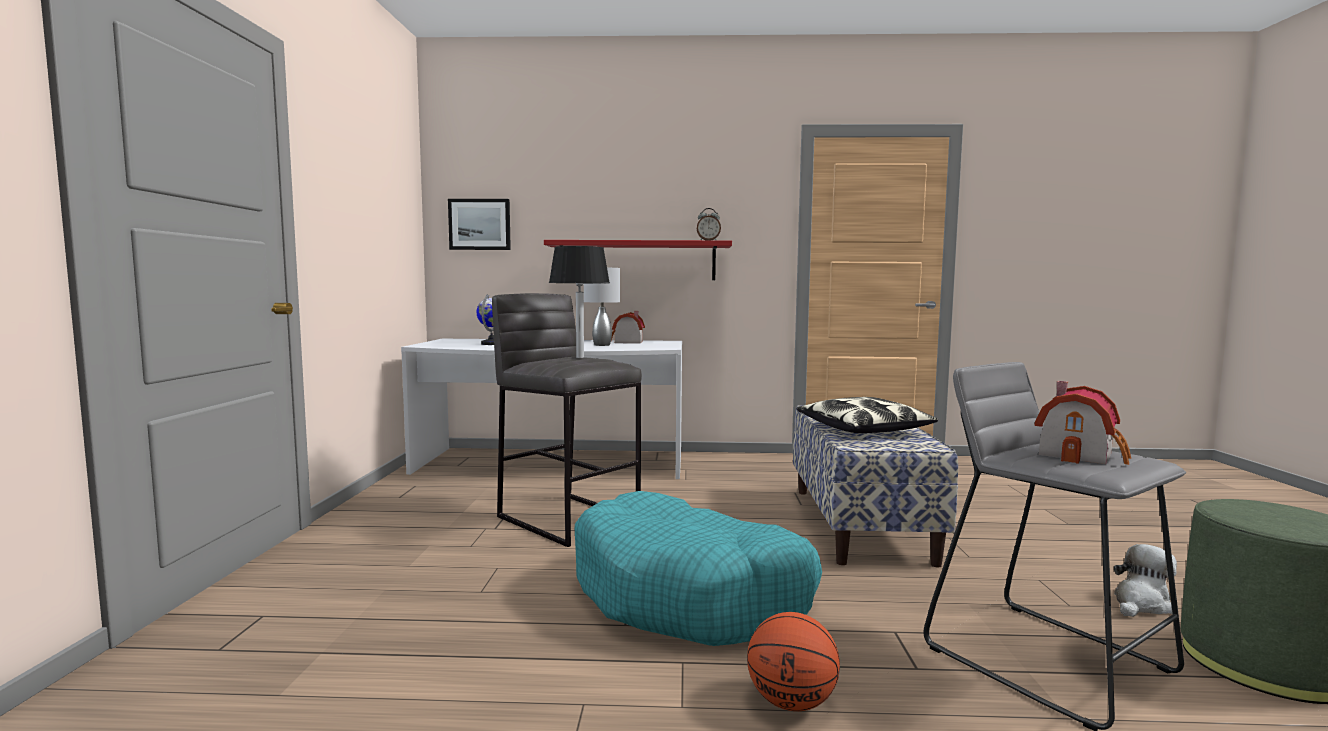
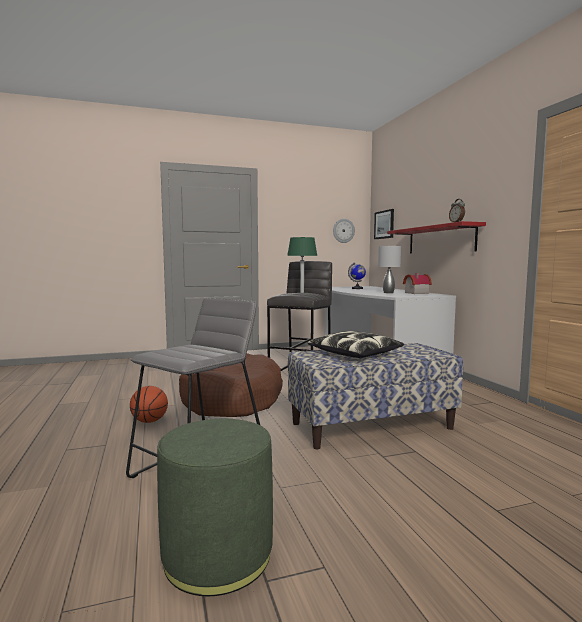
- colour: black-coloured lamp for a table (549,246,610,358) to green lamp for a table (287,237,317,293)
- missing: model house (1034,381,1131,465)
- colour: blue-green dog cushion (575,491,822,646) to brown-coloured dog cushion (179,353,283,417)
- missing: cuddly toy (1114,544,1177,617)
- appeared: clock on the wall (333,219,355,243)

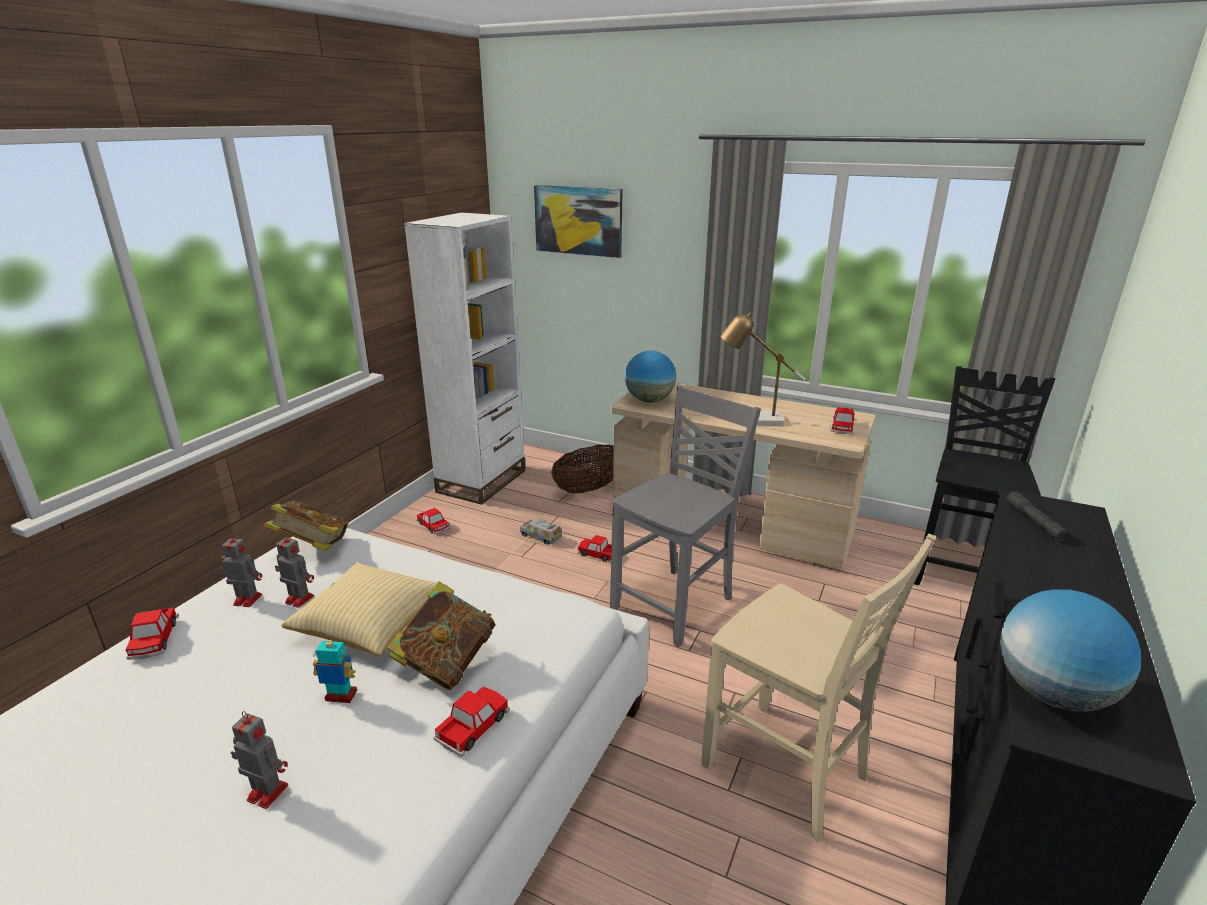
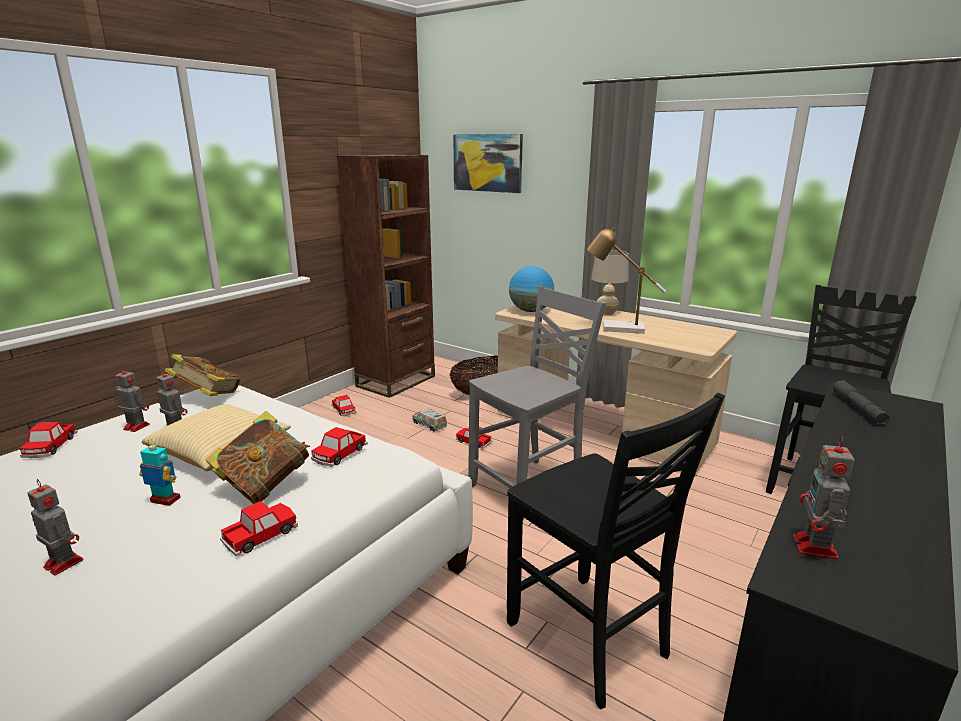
- colour: white bookcase (404,213,525,505) to brown-coloured bookcase (337,155,435,398)
- relocated: toy car (831,407,855,434) to (311,427,368,467)
- colour: beige upright chair (701,533,936,843) to black-coloured upright chair (507,393,725,709)
- exchanged: world globe (1000,589,1141,712) to toy robot (793,436,854,559)
- appeared: beige lamp for a table (591,250,629,315)

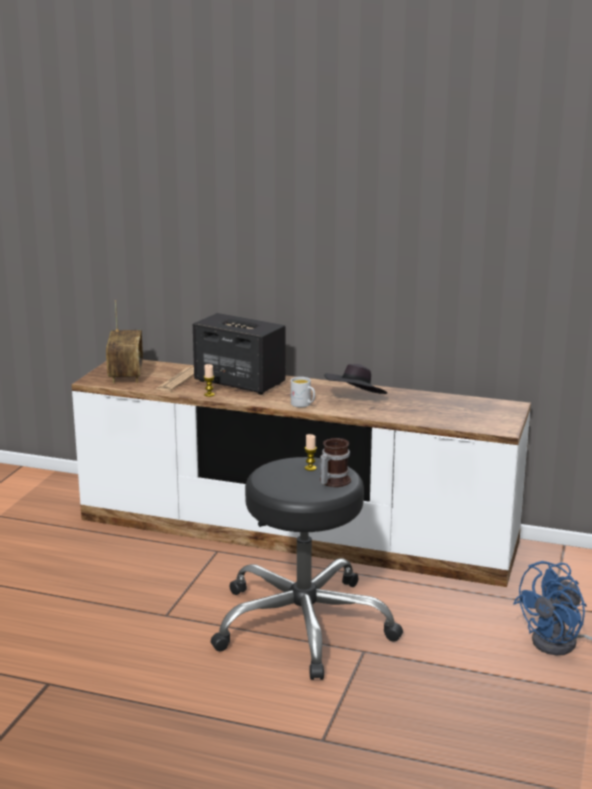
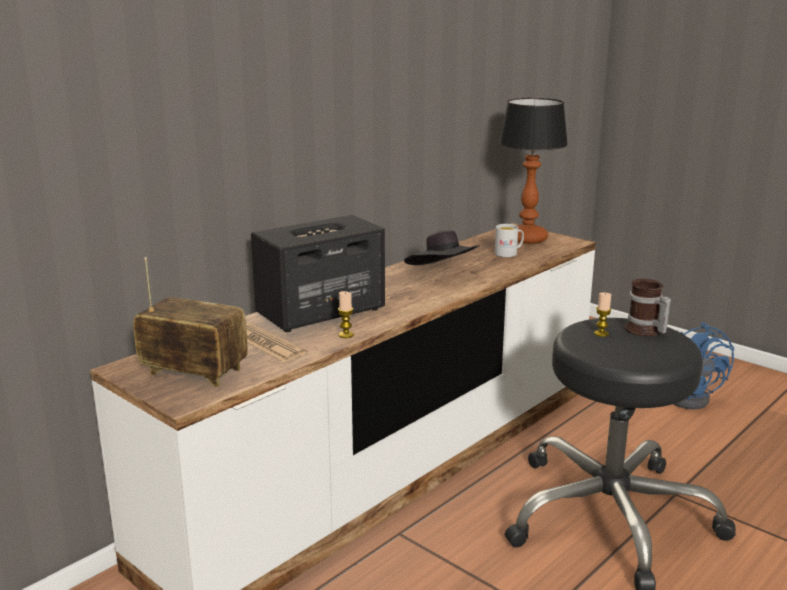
- relocated: white mug (291,377,315,407) to (495,224,524,257)
- appeared: lamp for a table (499,98,568,244)

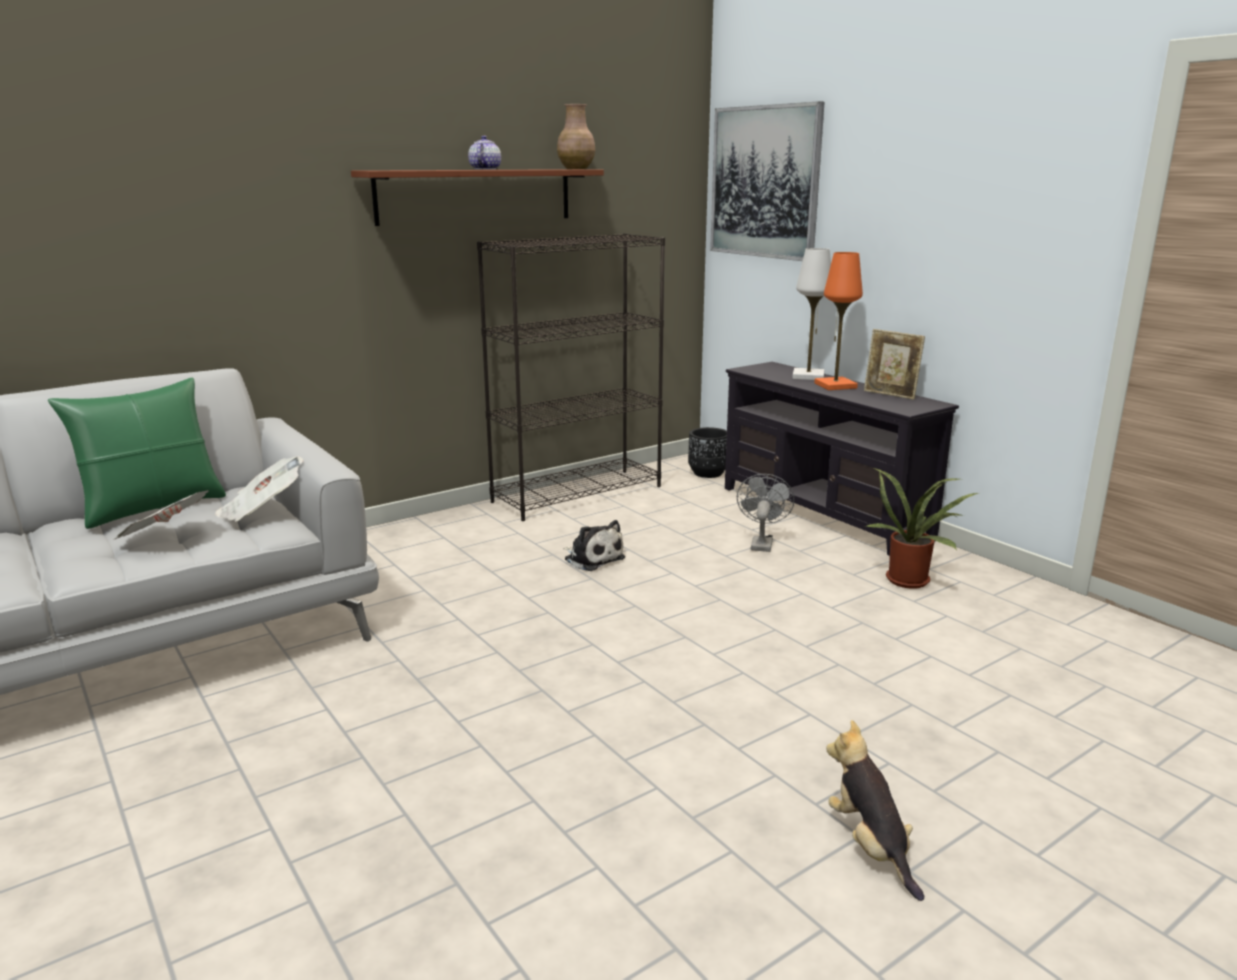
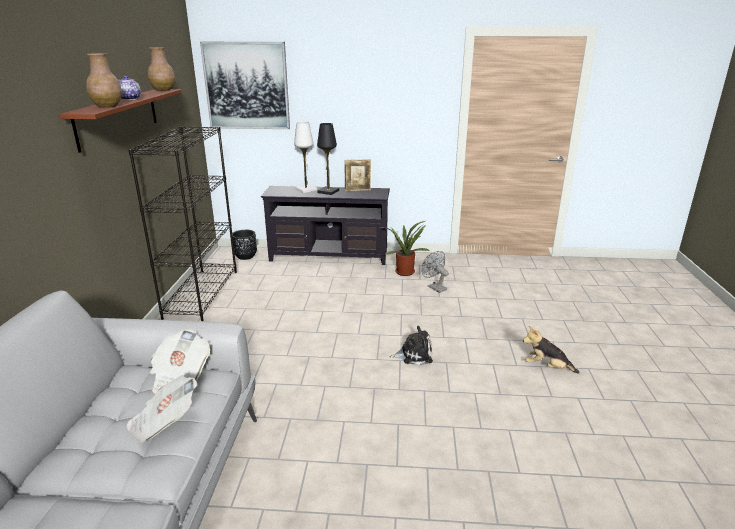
- colour: orangey lamp for a table (814,252,863,390) to black-coloured lamp for a table (317,123,339,195)
- missing: green cushion (48,377,226,529)
- relocated: gray fan (737,474,795,552) to (422,251,449,293)
- relocated: cuddly toy (563,520,625,571) to (389,326,433,365)
- appeared: brown-coloured decorative vase (86,53,122,108)

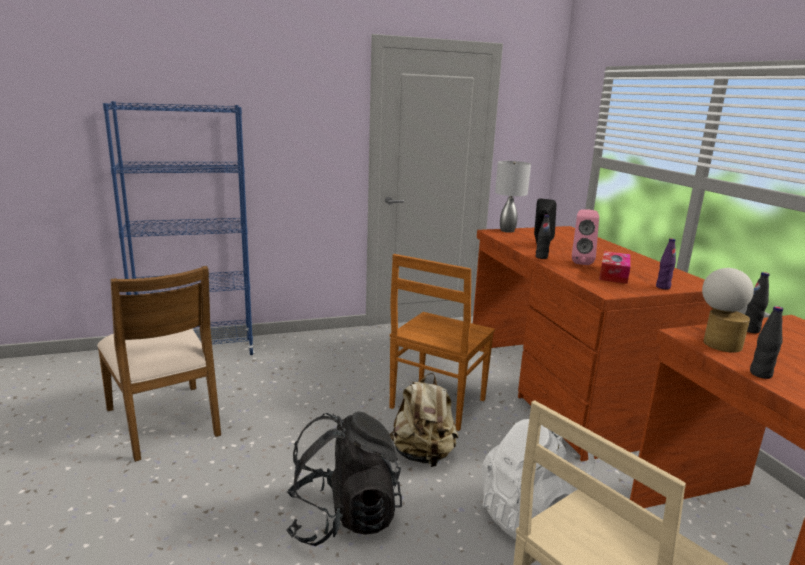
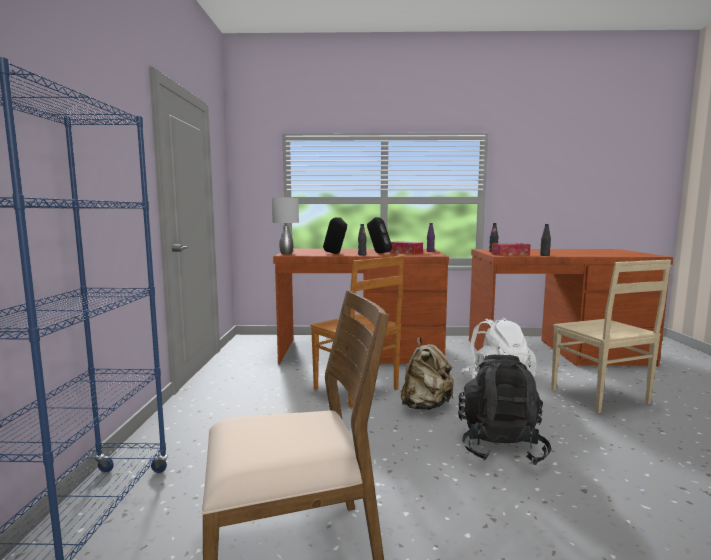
- colour: pinkish loudspeaker (572,209,599,265) to black-coloured loudspeaker (367,217,392,253)
- exchanged: lamp for a table (702,268,754,353) to box of tissues (492,243,531,256)

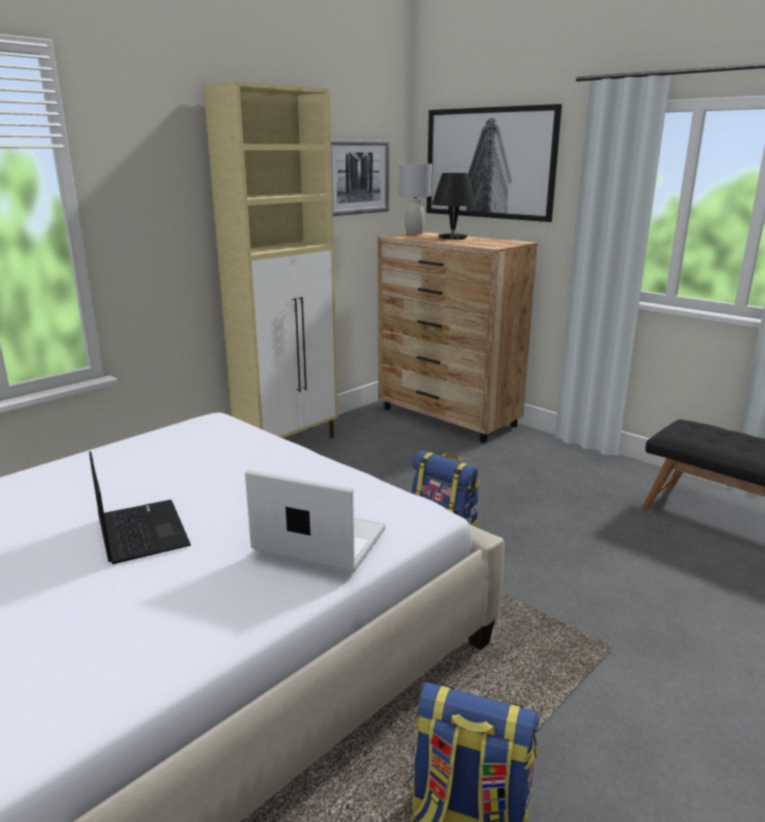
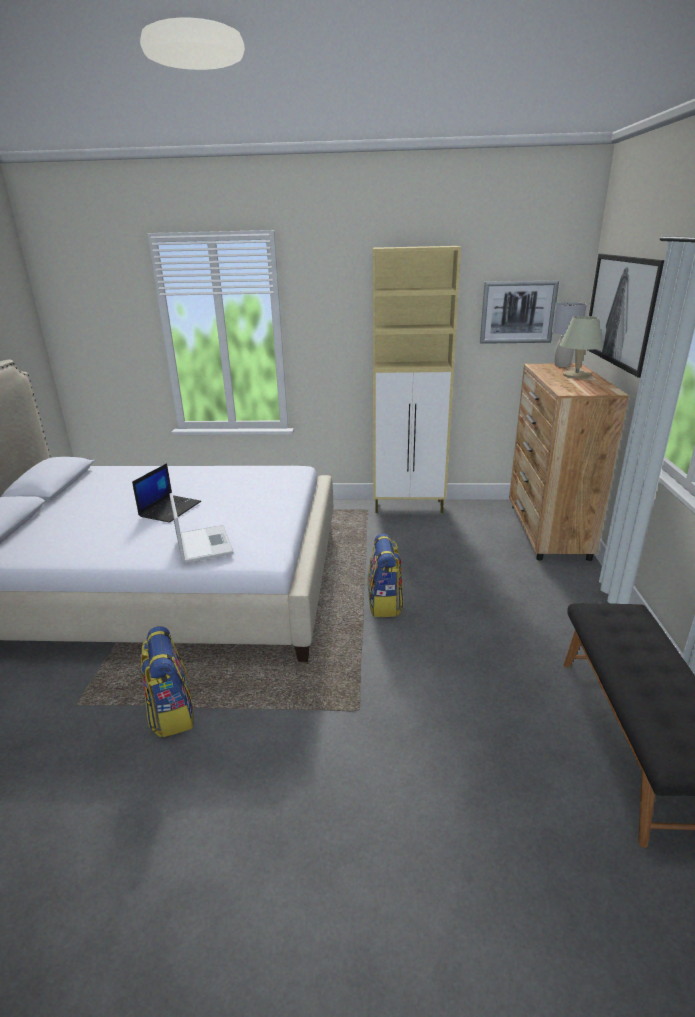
- colour: black-coloured lamp for a table (432,173,476,239) to beige lamp for a table (560,316,603,378)

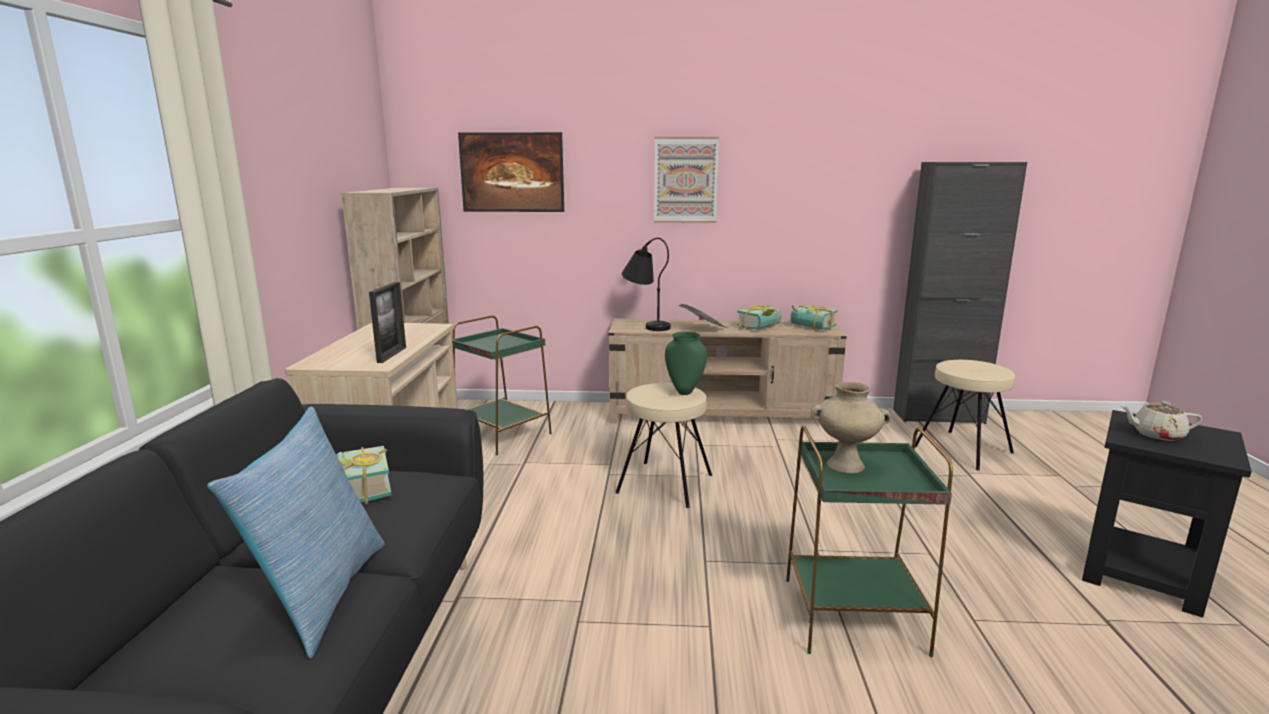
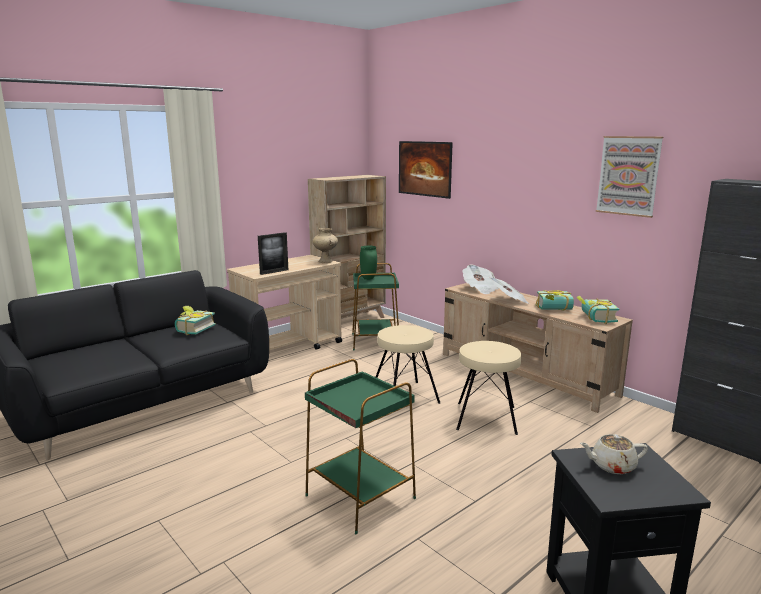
- relocated: picture (654,137,719,223) to (596,136,663,218)
- exchanged: black-coloured lamp for a table (622,238,671,331) to printed paper (462,265,499,294)
- relocated: green decorative vase (665,332,707,395) to (360,246,377,280)
- relocated: beige stool seat (915,360,1015,471) to (456,341,521,435)
- relocated: beige decorative vase (811,382,891,473) to (312,228,338,263)
- spun: beige tea pot (1121,401,1202,441) = (580,434,648,474) 60 degrees counterclockwise
- missing: cushion (207,407,385,659)

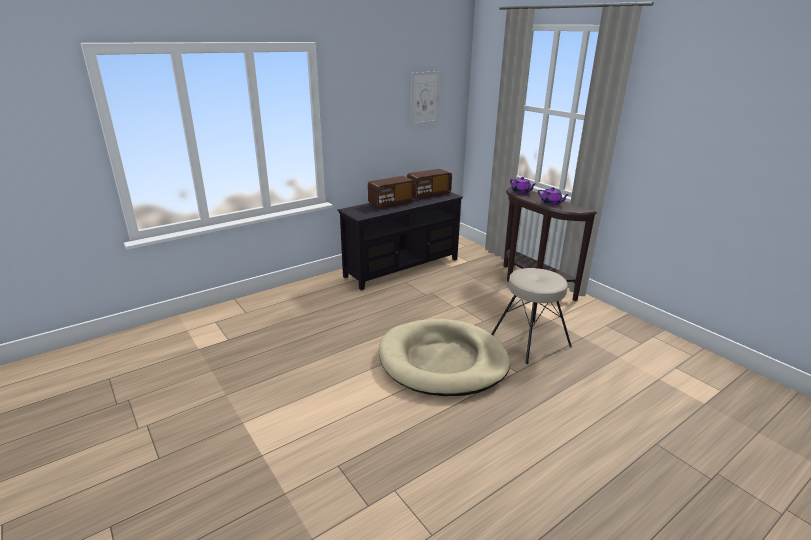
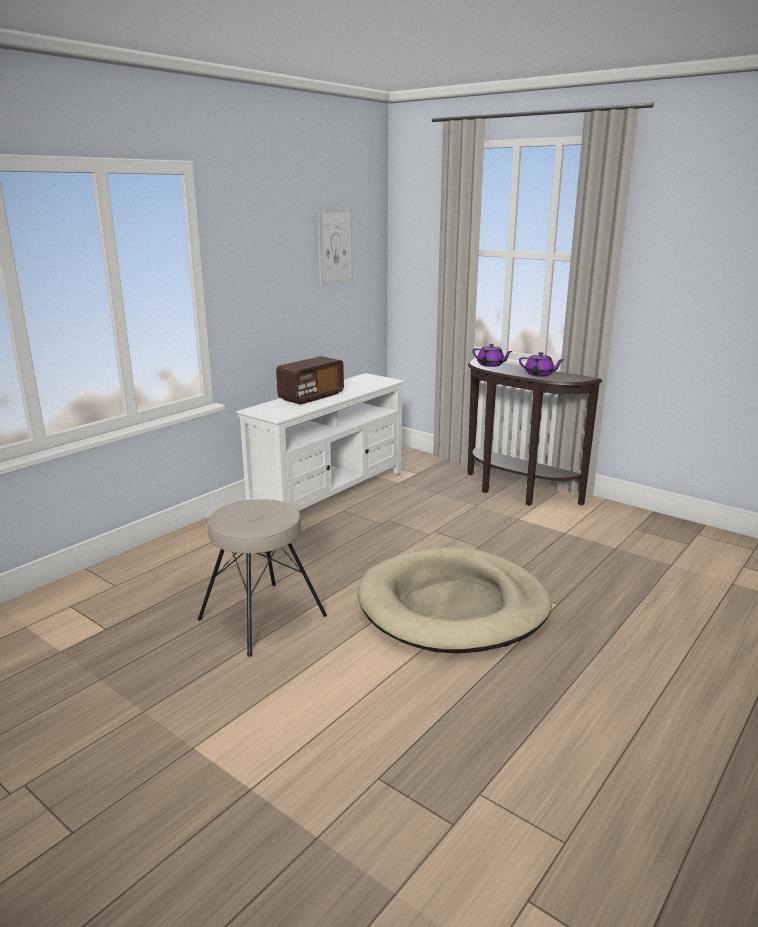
- missing: radio set (407,169,452,199)
- colour: black-coloured media console (337,192,463,290) to white media console (236,373,404,511)
- relocated: beige stool seat (492,268,572,364) to (198,499,327,657)

